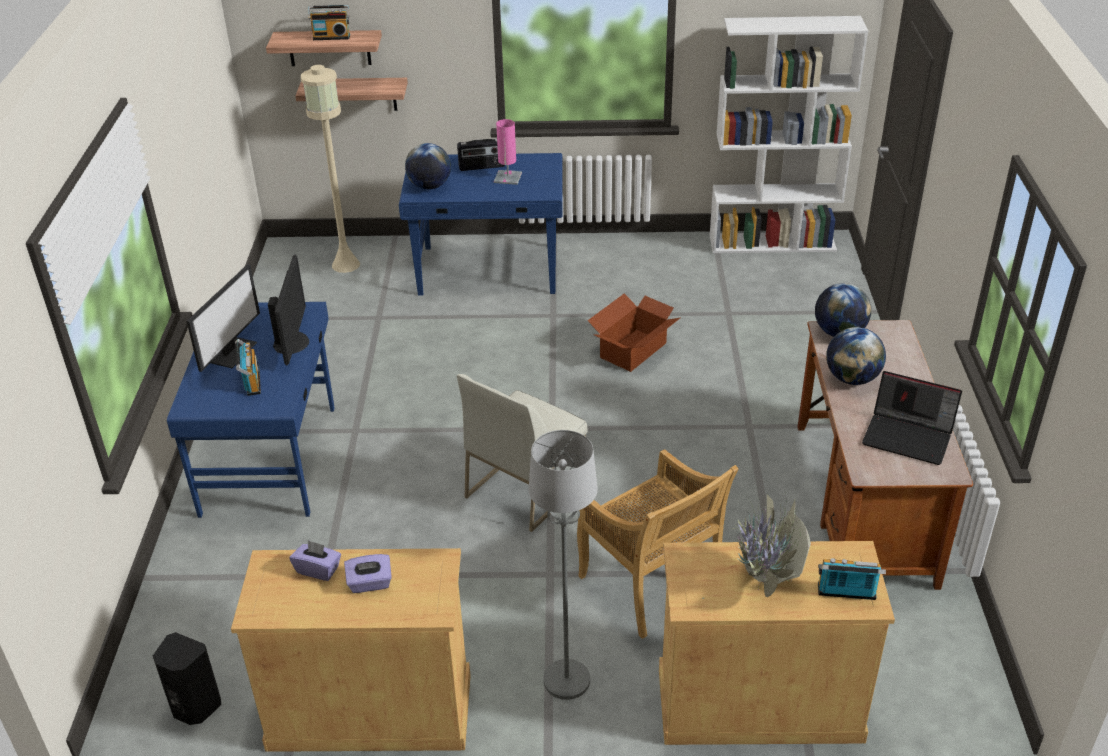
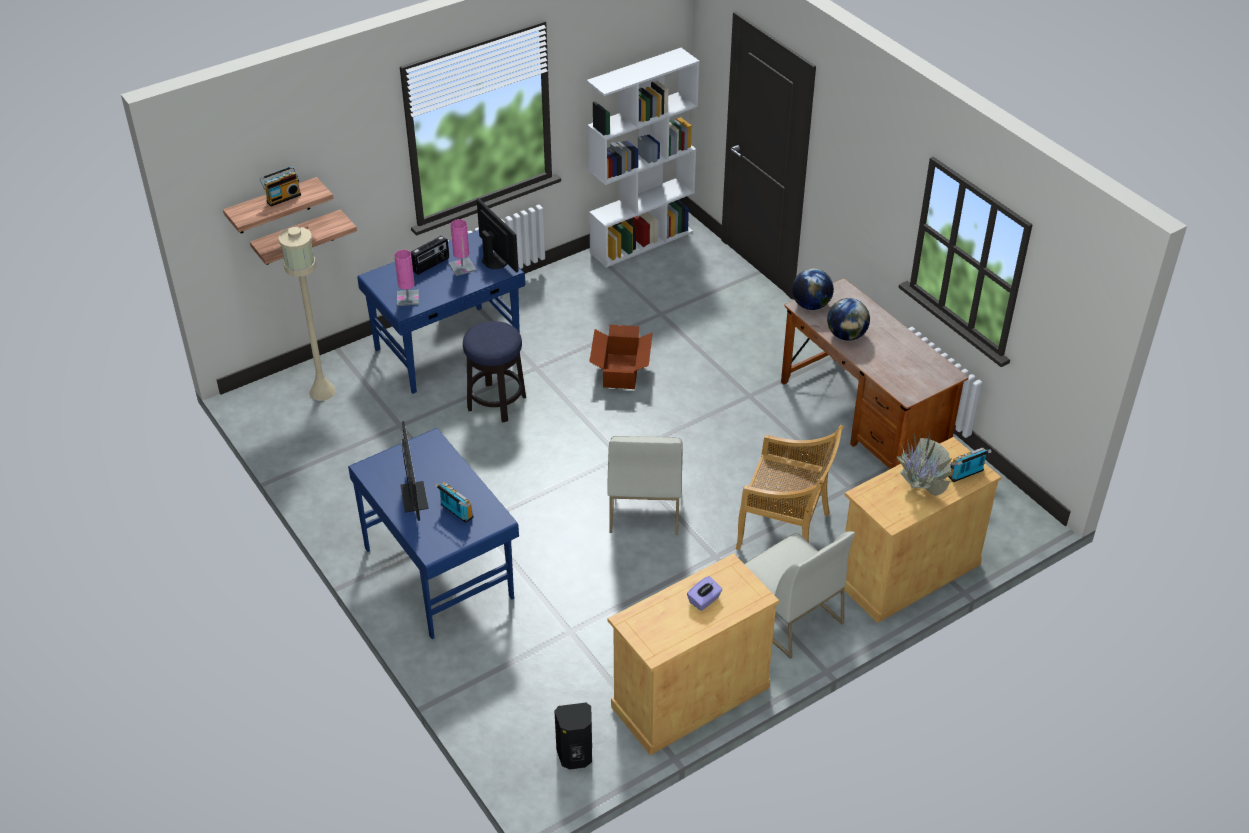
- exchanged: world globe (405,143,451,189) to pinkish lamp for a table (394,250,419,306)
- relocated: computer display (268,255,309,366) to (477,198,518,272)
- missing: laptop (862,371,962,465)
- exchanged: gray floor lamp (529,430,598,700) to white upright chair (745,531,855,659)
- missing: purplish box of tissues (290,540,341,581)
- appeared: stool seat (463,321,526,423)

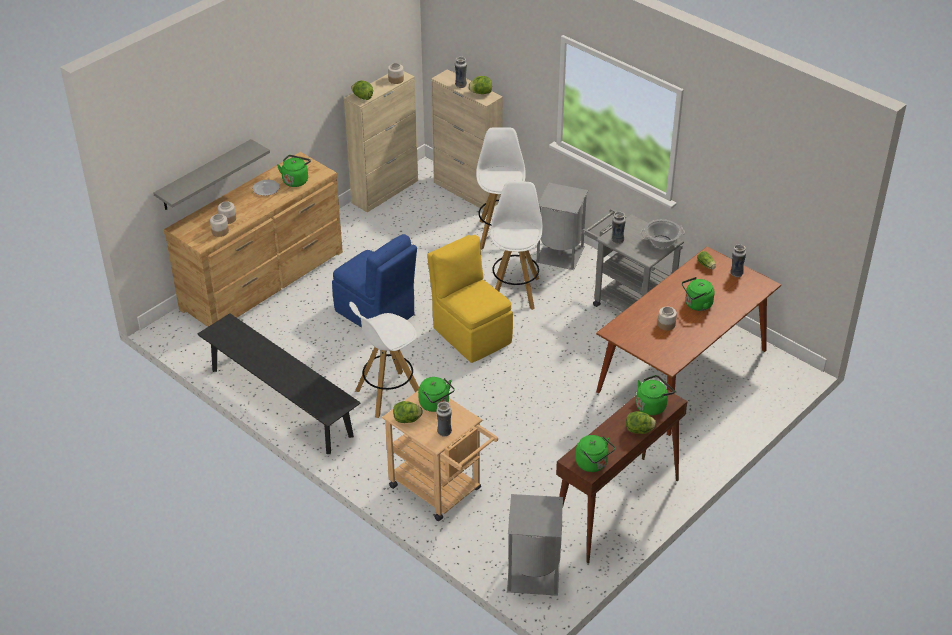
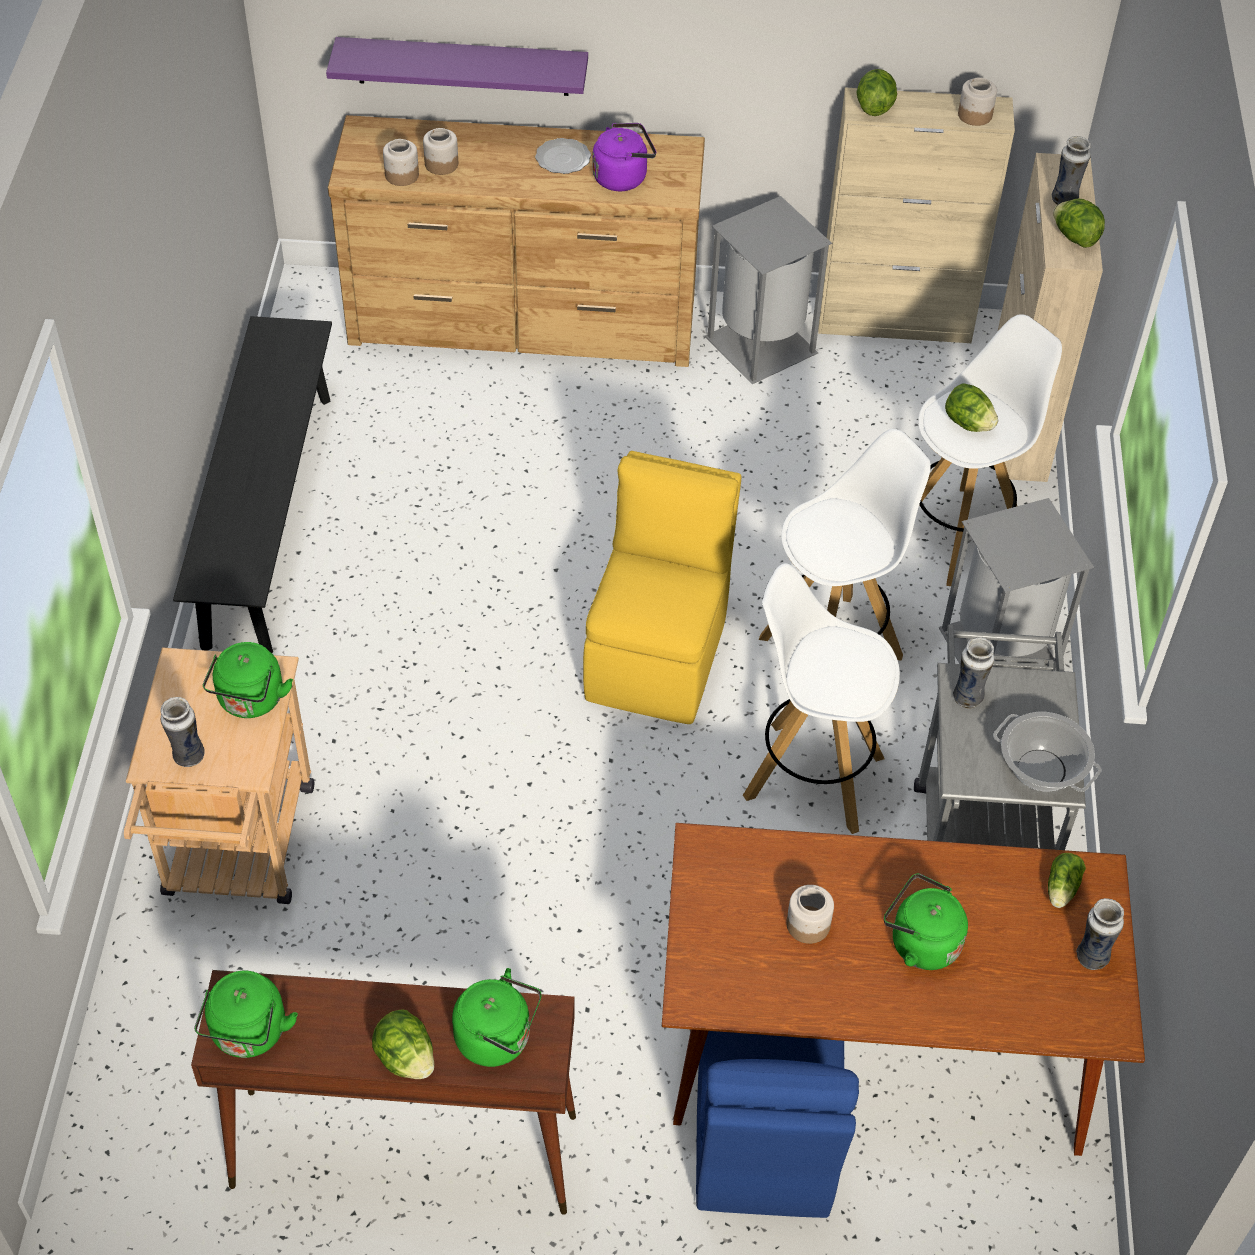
- colour: gray wall shelf (154,139,270,210) to purplish wall shelf (326,37,588,96)
- colour: green water kettle (277,155,311,187) to purplish water kettle (592,123,656,191)
- relocated: bluish upright chair (332,234,417,328) to (696,1031,859,1218)
- relocated: white stool seat (349,302,419,418) to (743,563,900,834)
- relocated: head of lettuce (393,401,423,423) to (945,384,998,432)
- relocated: gray rubbish bin (507,494,563,596) to (705,196,832,384)

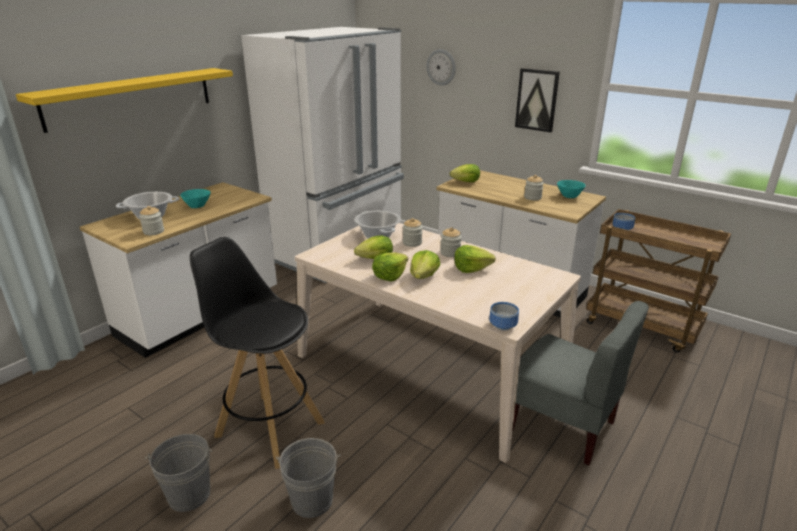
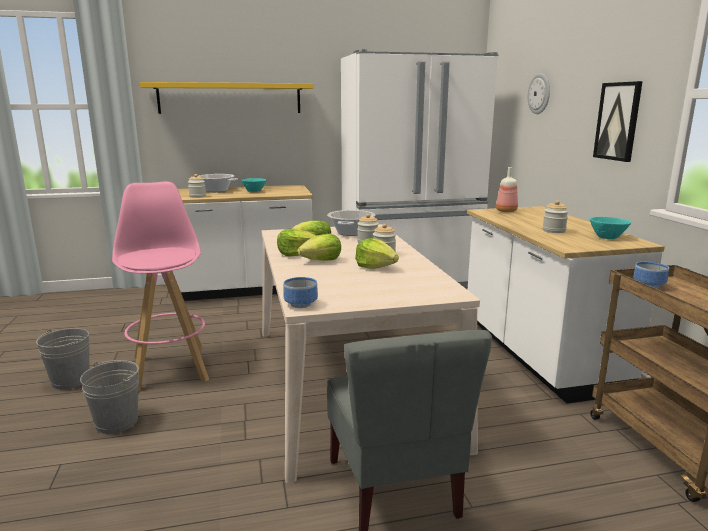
- exchanged: head of lettuce (450,164,480,182) to drink bottle (496,167,518,212)
- colour: black-coloured stool seat (190,237,325,469) to pinkish stool seat (112,181,209,392)

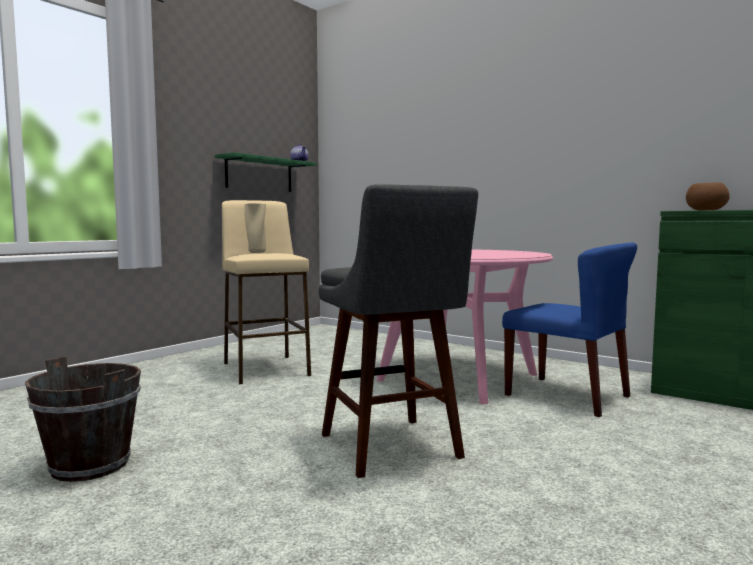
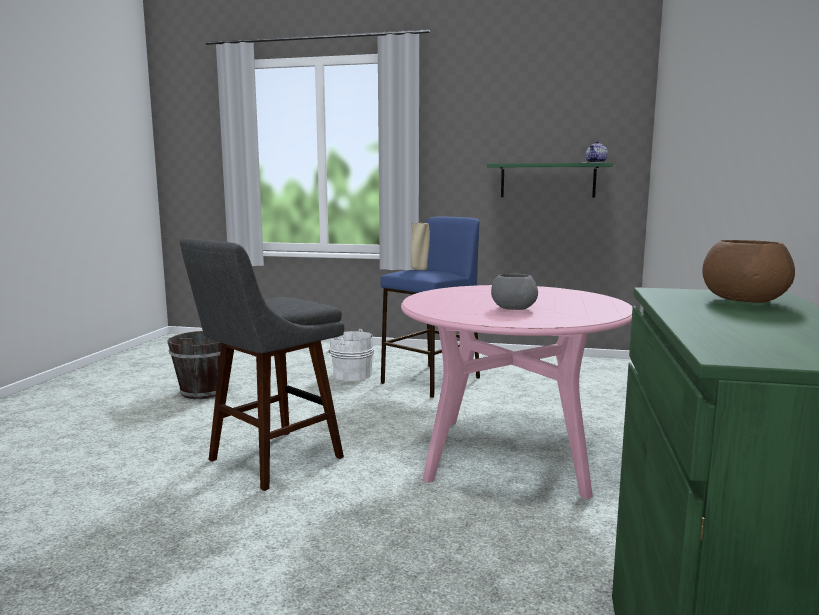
- colour: beige stool seat (222,200,311,384) to bluish stool seat (380,216,480,398)
- missing: bluish upright chair (502,242,637,417)
- appeared: gray serving bowl (491,274,538,310)
- appeared: white pail (326,329,374,381)

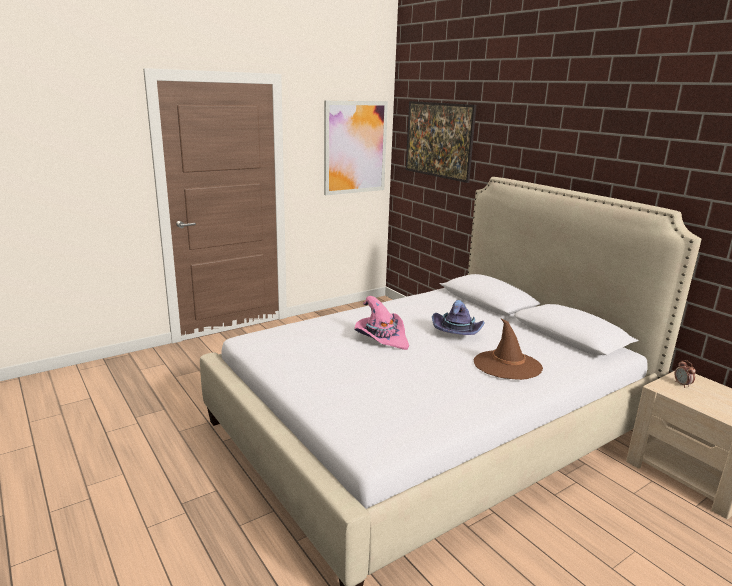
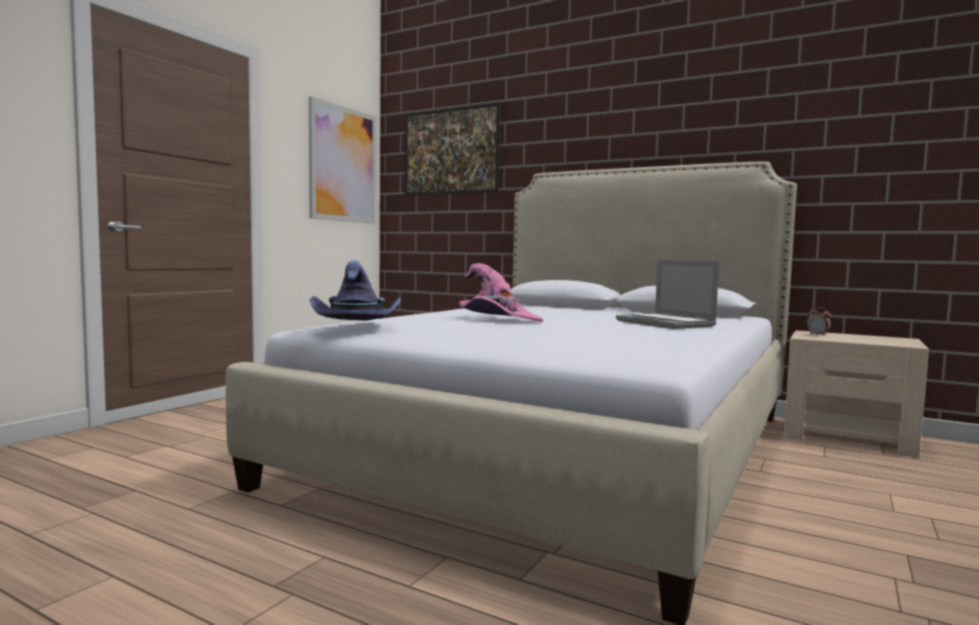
- relocated: purplish wearable hat (432,300,484,335) to (309,260,401,321)
- exchanged: brown-coloured wearable hat (474,318,543,380) to laptop (616,260,719,329)

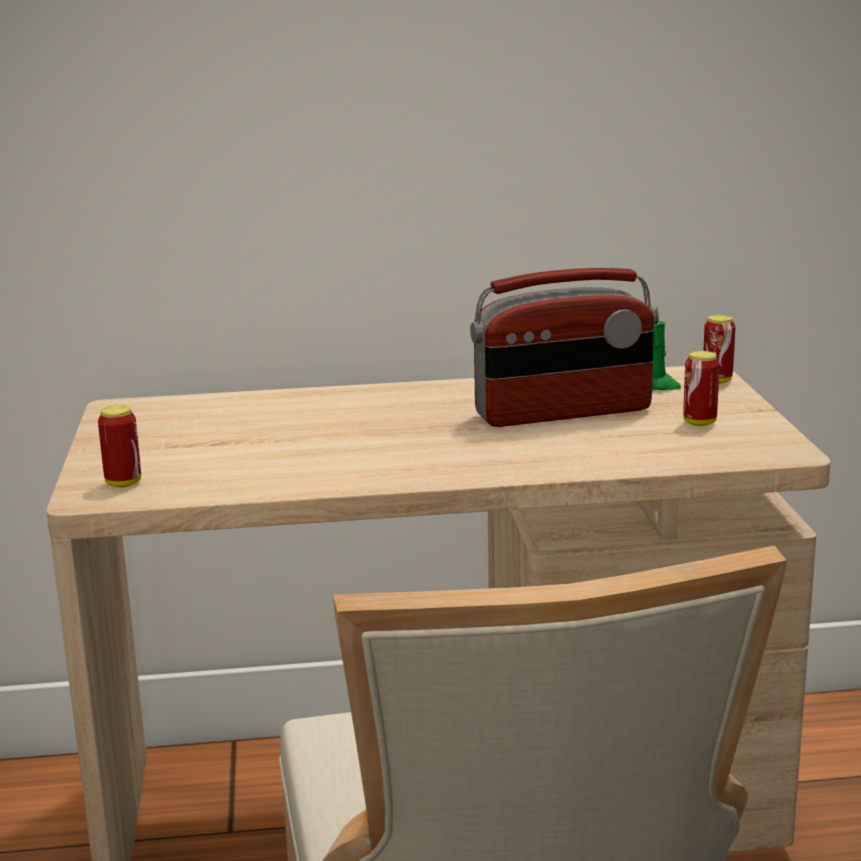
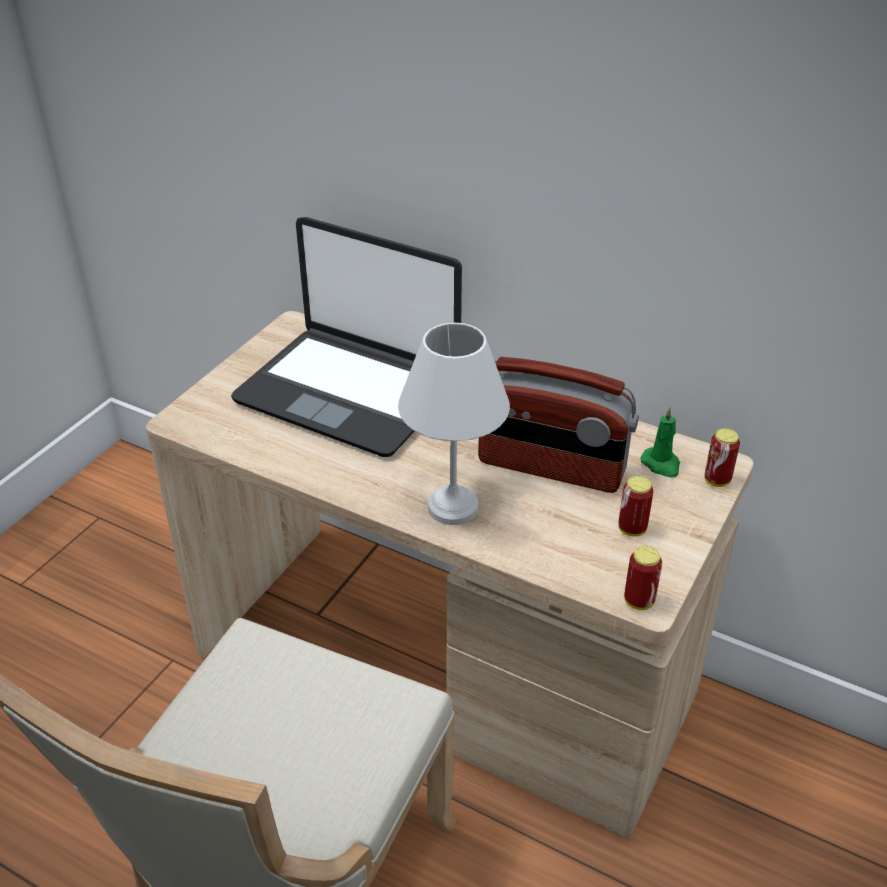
- relocated: metal can (98,405,141,487) to (624,546,662,610)
- appeared: laptop (231,217,462,457)
- appeared: white lamp for a table (398,323,510,525)

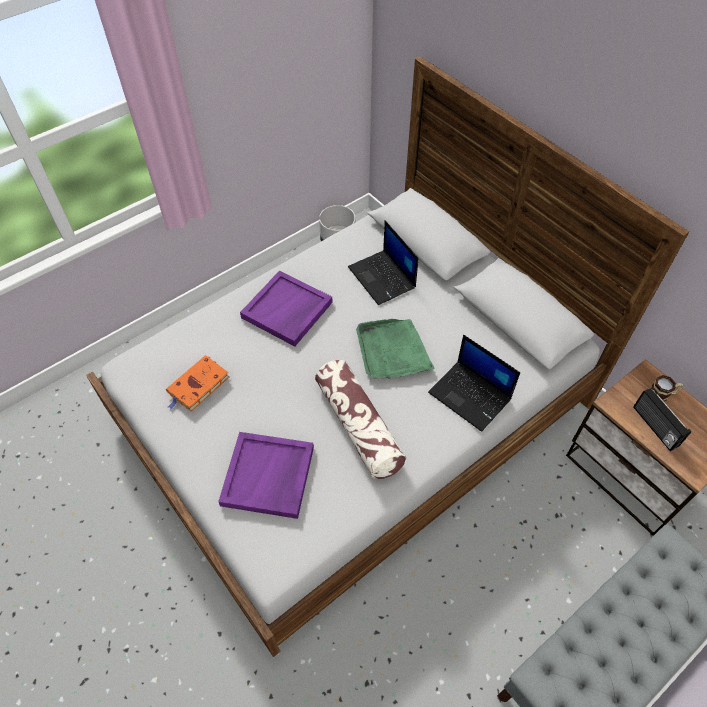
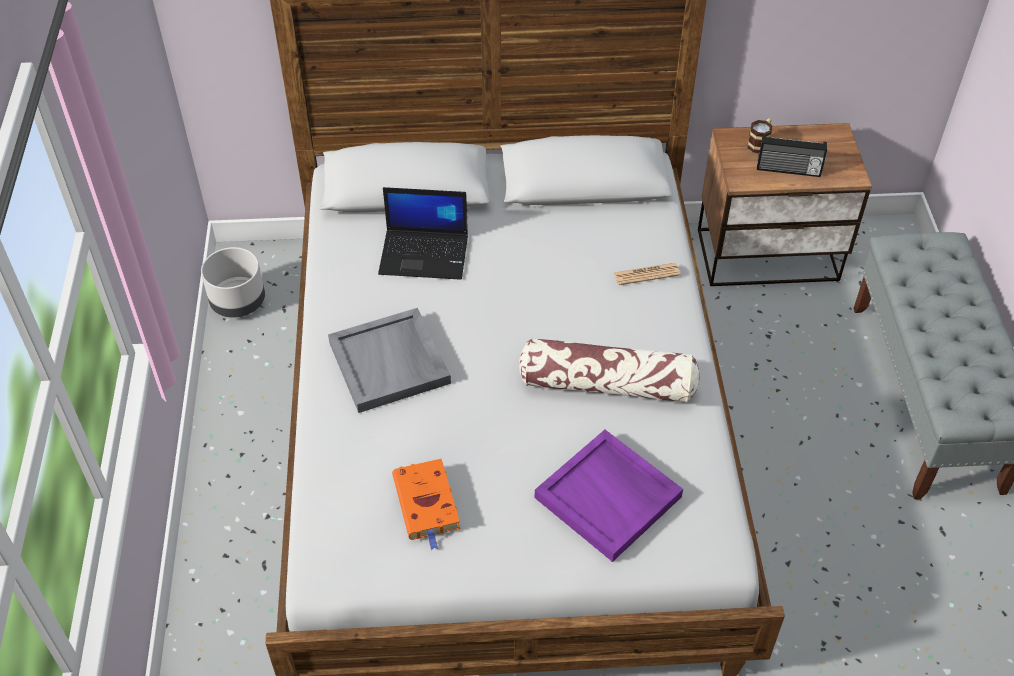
- colour: purplish serving tray (240,271,333,347) to gray serving tray (328,308,451,413)
- missing: green serving tray (356,319,435,378)
- exchanged: laptop (428,335,520,432) to printed paper (614,263,680,285)

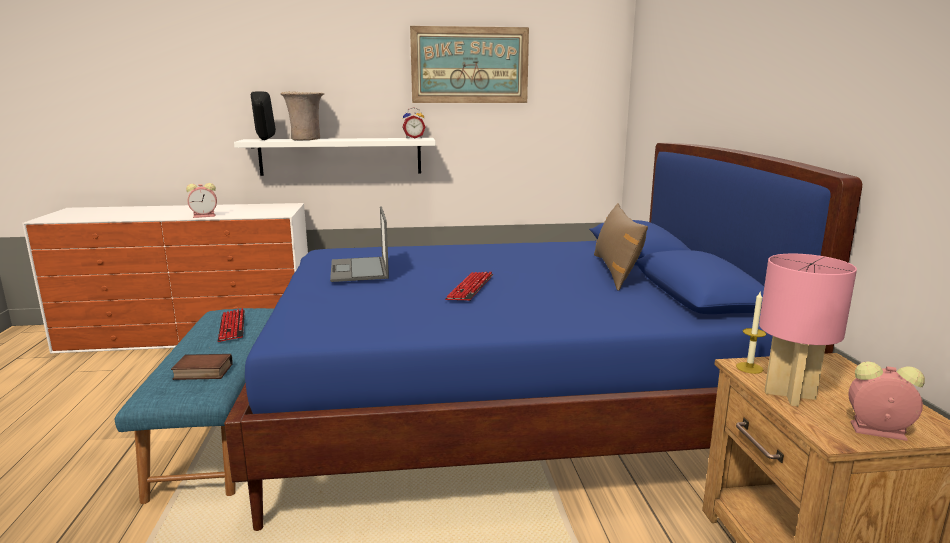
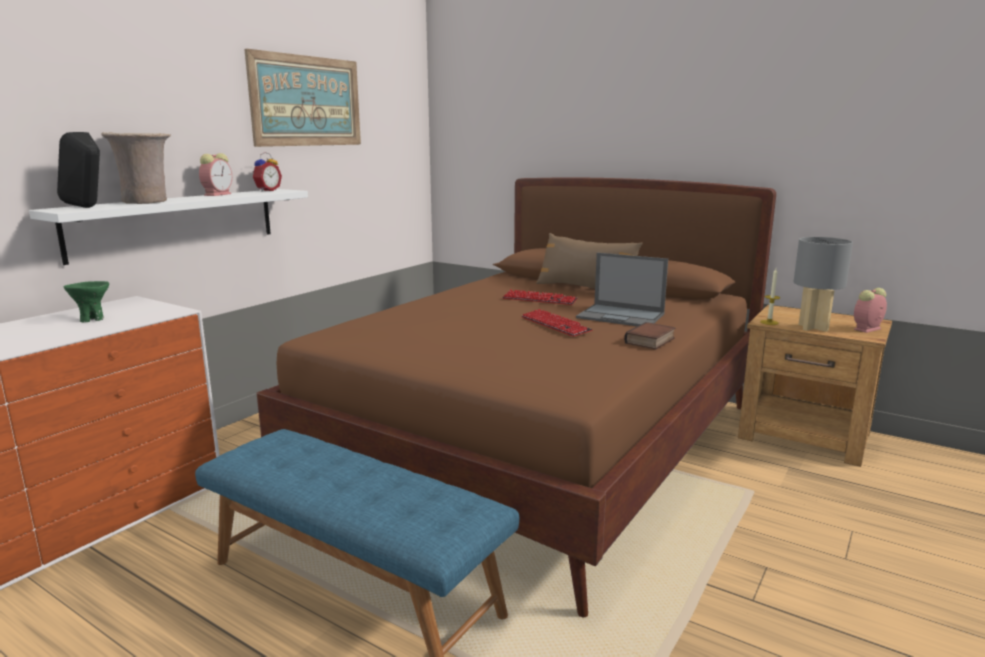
- colour: bluish bed (224,143,862,531) to brown-coloured bed (256,177,776,617)
- relocated: table clock (186,183,217,218) to (199,153,232,196)
- relocated: laptop (330,206,389,282) to (576,253,668,326)
- colour: pinkish lamp for a table (759,254,857,407) to gray lamp for a table (794,237,853,332)
- relocated: PC keyboard (218,308,245,342) to (503,290,578,305)
- relocated: book (171,354,233,380) to (624,322,676,350)
- appeared: green serving bowl (64,281,109,323)

